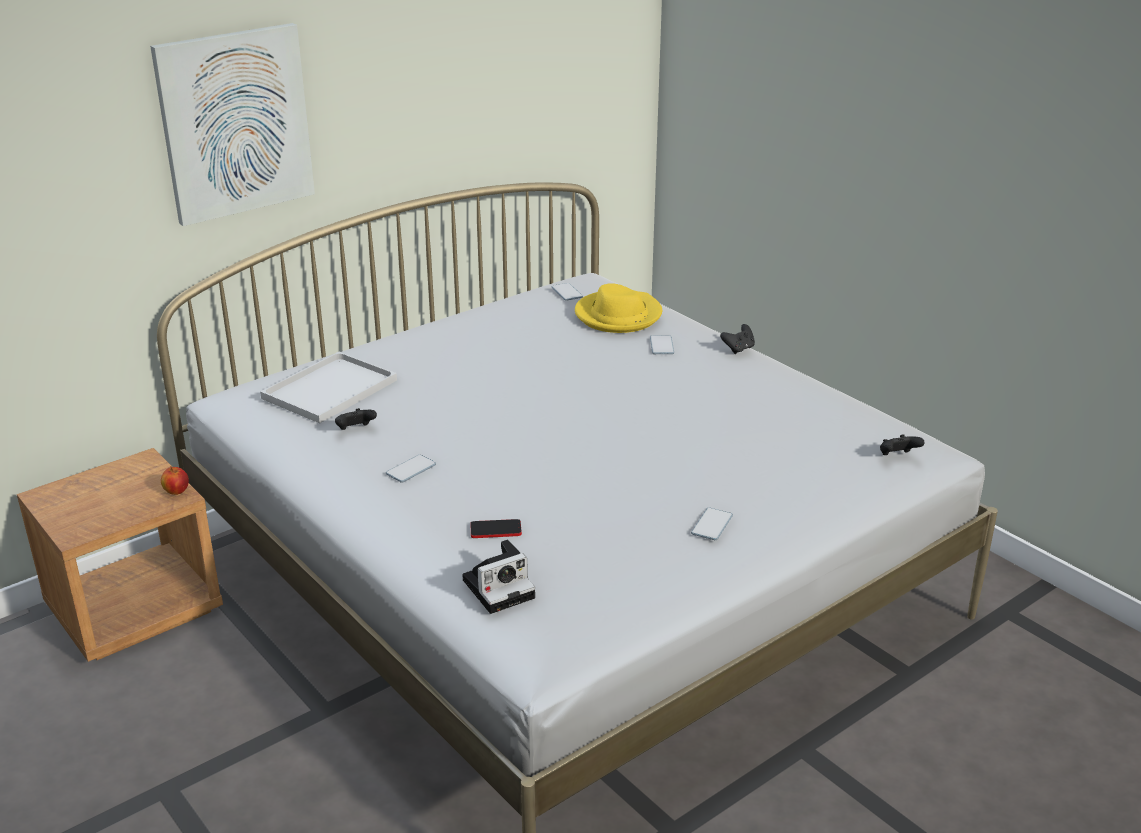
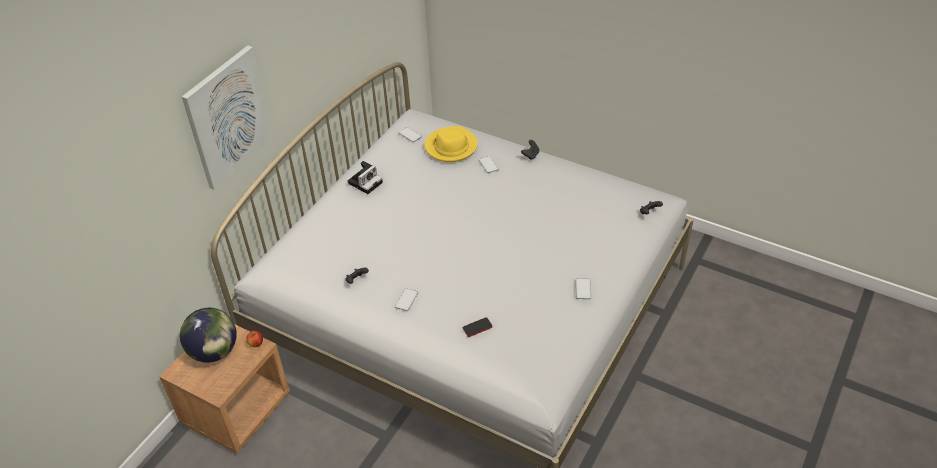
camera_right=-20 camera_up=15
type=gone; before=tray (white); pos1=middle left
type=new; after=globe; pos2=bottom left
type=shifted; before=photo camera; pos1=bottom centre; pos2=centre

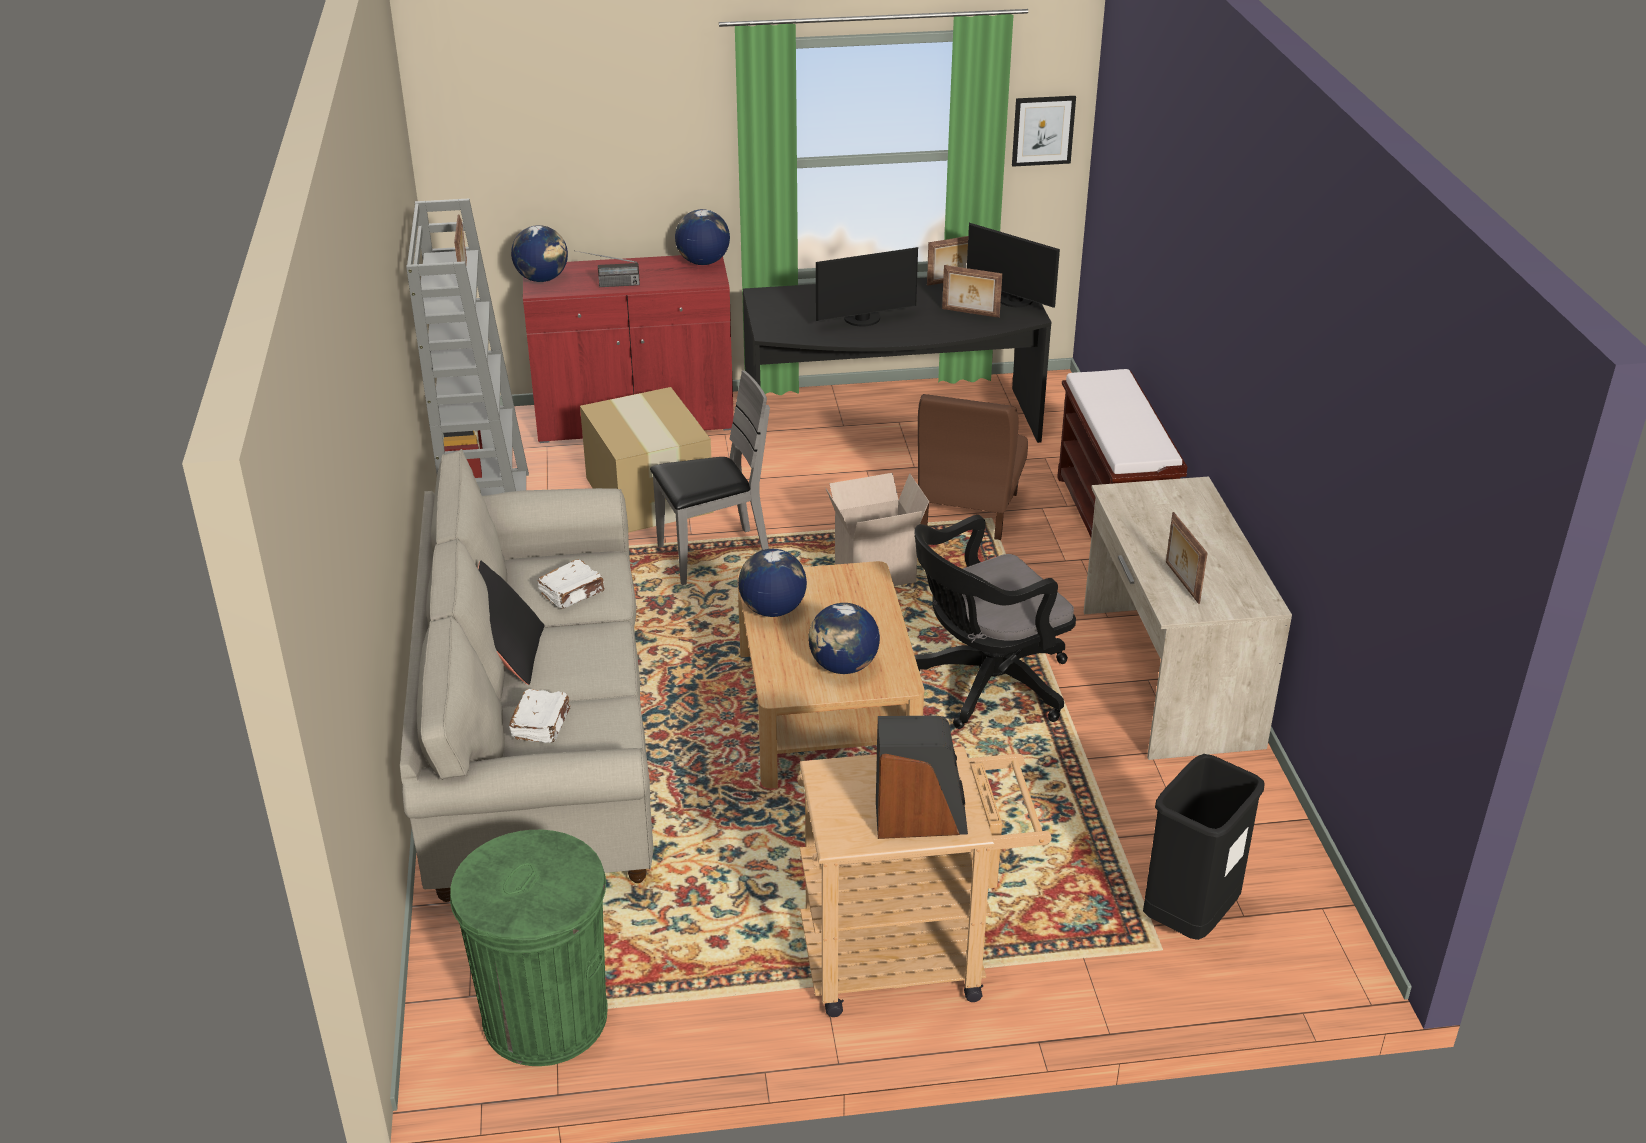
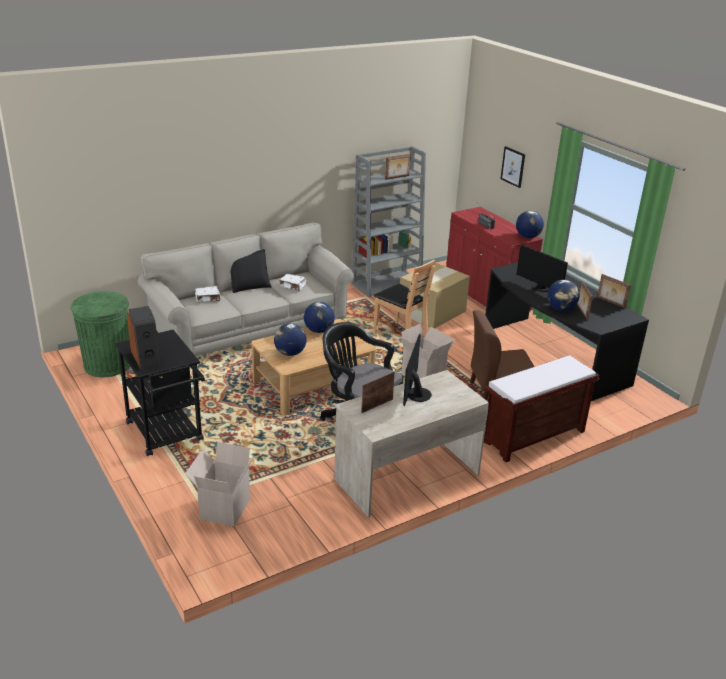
camera_right=65 camera_up=-5
type=shifted; before=globe (no. 1 from left in the first image); after=globe (no. 4 from left); pos1=top left; pos2=middle right
type=shifted; before=monitor (no. 2 from left in the first image); after=monitor (no. 1 from left); pos1=top centre; pos2=centre
type=shifted; before=picture; pos1=top centre; pos2=top right
type=swapped; before=trash can (black); after=cardboard box (no. 1 from left); pos1=bottom right; pos2=bottom left
type=repainted; before=chair (grey); after=chair (brown) (no. 1 from left); pos1=centre; pos2=centre
type=repainted; before=cart (beige); after=cart (black); pos1=bottom centre; pos2=middle left

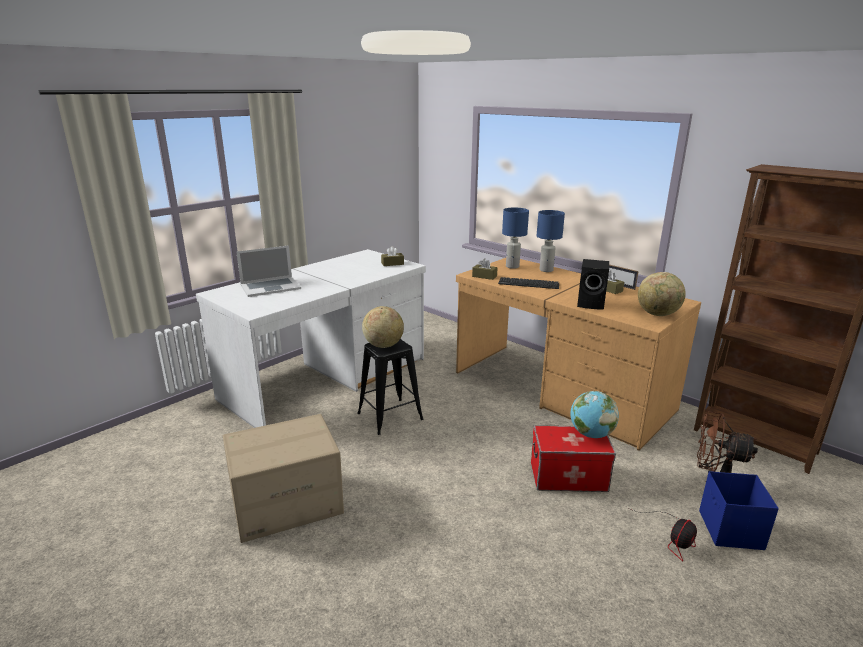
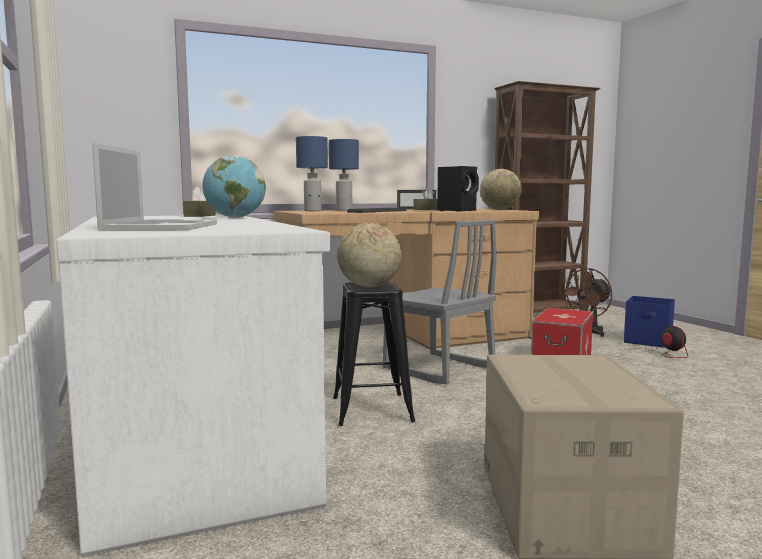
camera_right=-65 camera_up=-15
type=gone; before=tissue box (brown) (no. 2 from left); pos1=centre
type=new; after=chair (grey); pos2=centre
type=shifted; before=globe (no. 2 from left in the first image); after=globe (no. 1 from left); pos1=middle right; pos2=top left

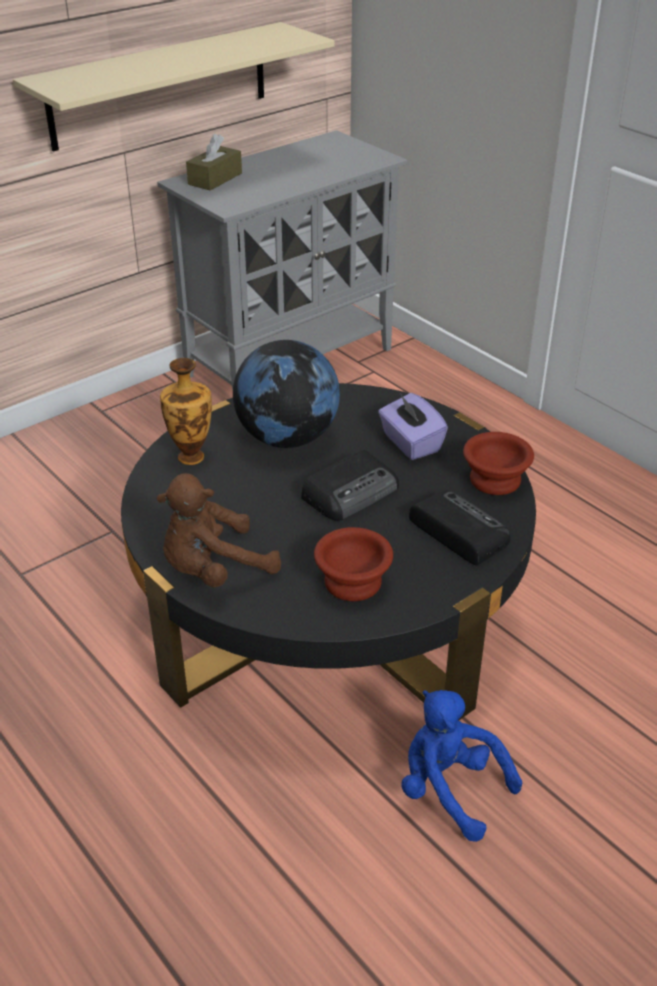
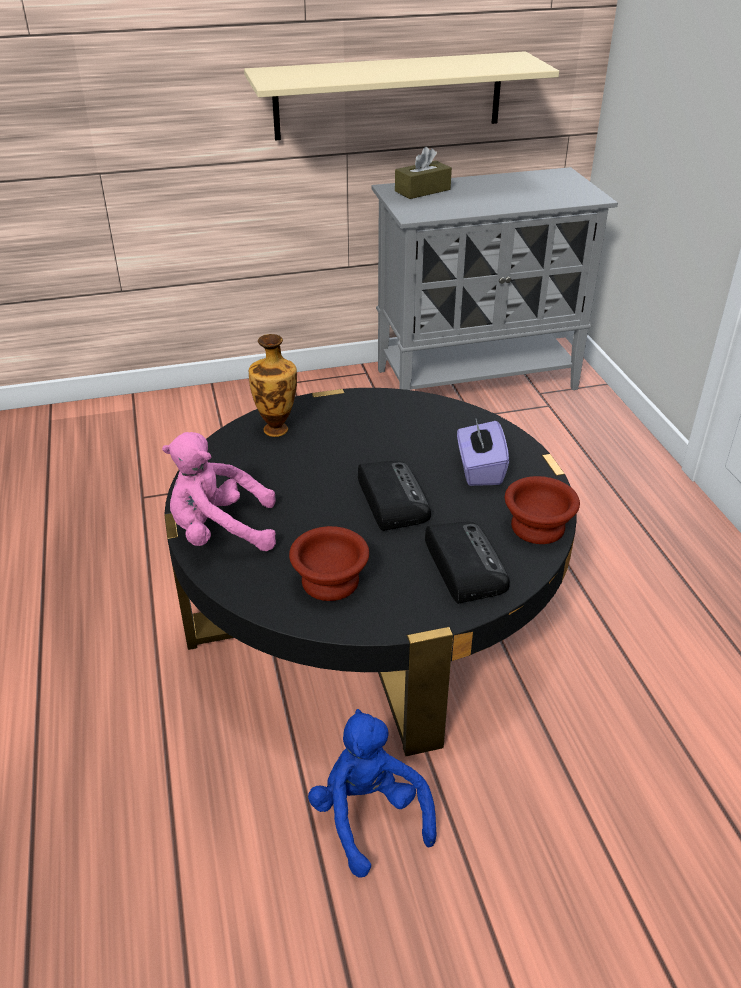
camera_right=25 camera_up=0
type=gone; before=globe; pos1=centre
type=repainted; before=plush toy (brown); after=plush toy (pink); pos1=middle left; pos2=middle left
type=rotated; before=radio (no. 1 from left); pos1=centre; pos2=centre; turn=-90

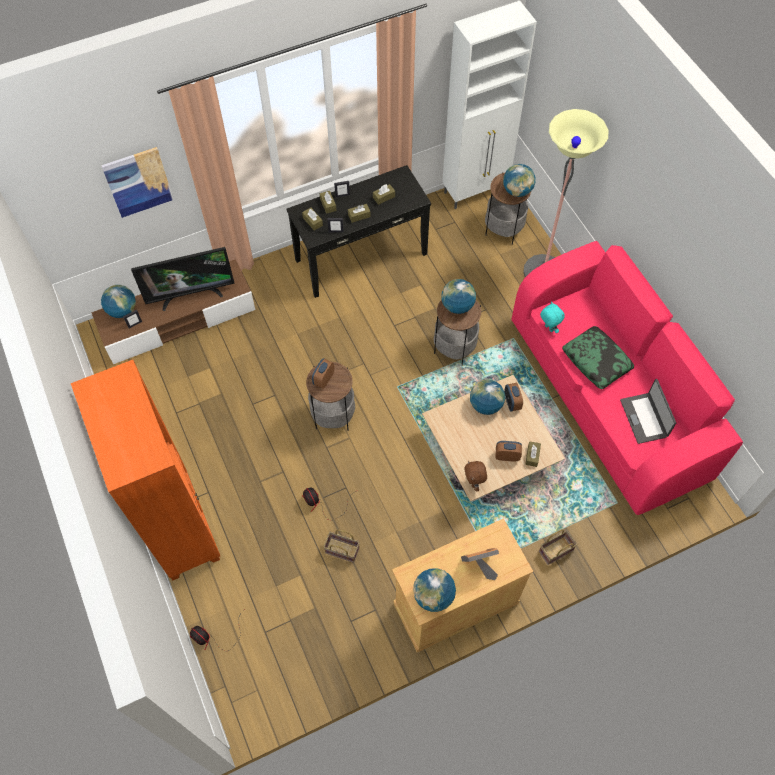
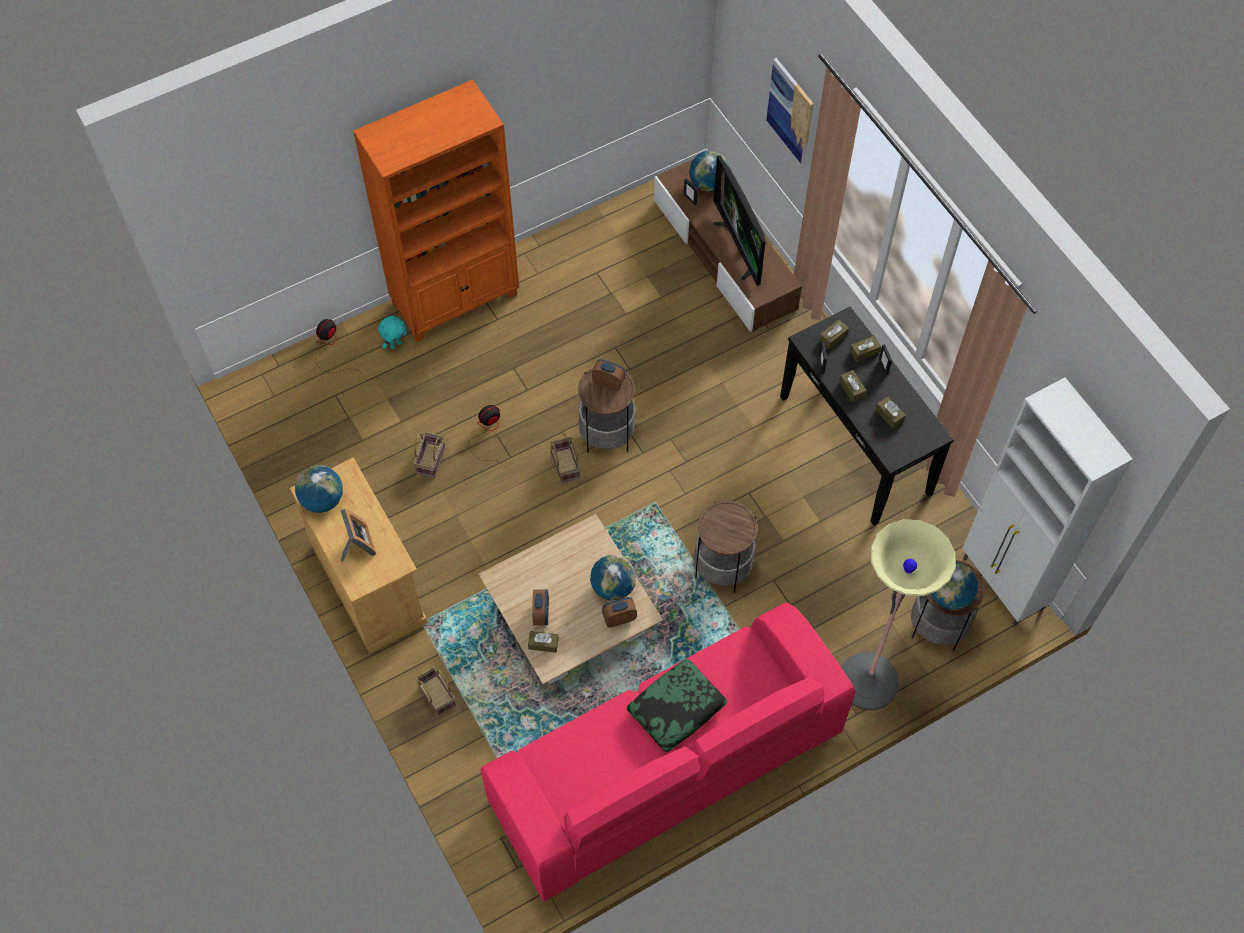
camera_right=85 camera_up=0
type=gone; before=globe (no. 3 from left); pos1=centre
type=gone; before=plush toy (brown); pos1=centre
type=gone; before=laptop; pos1=middle right
type=new; after=basket (no. 3 from left); pos2=centre
type=shifted; before=plush toy (turquoise); pos1=middle right; pos2=middle left

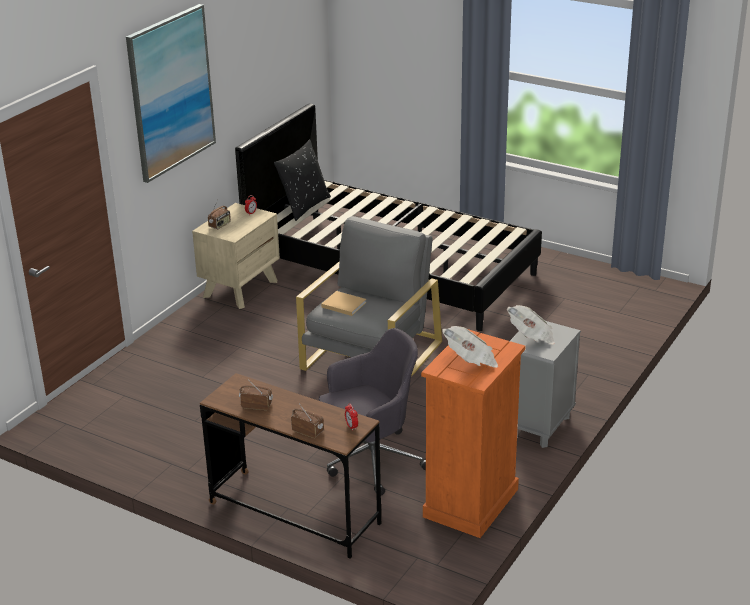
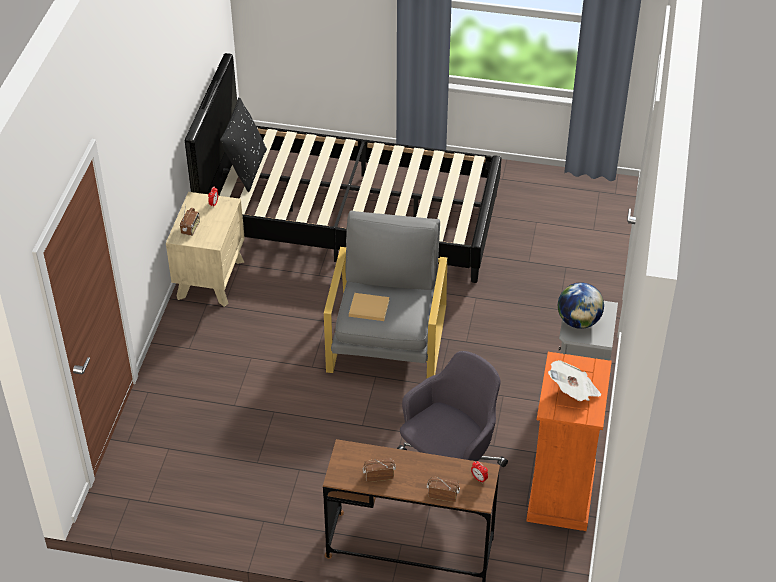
camera_right=-20 camera_up=15
type=gone; before=picture; pos1=top left
type=swapped; before=newspaper (no. 2 from left); after=globe; pos1=middle right; pos2=middle right

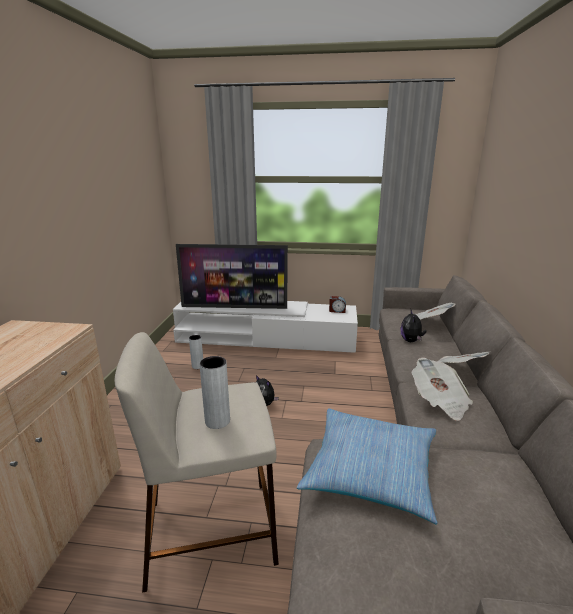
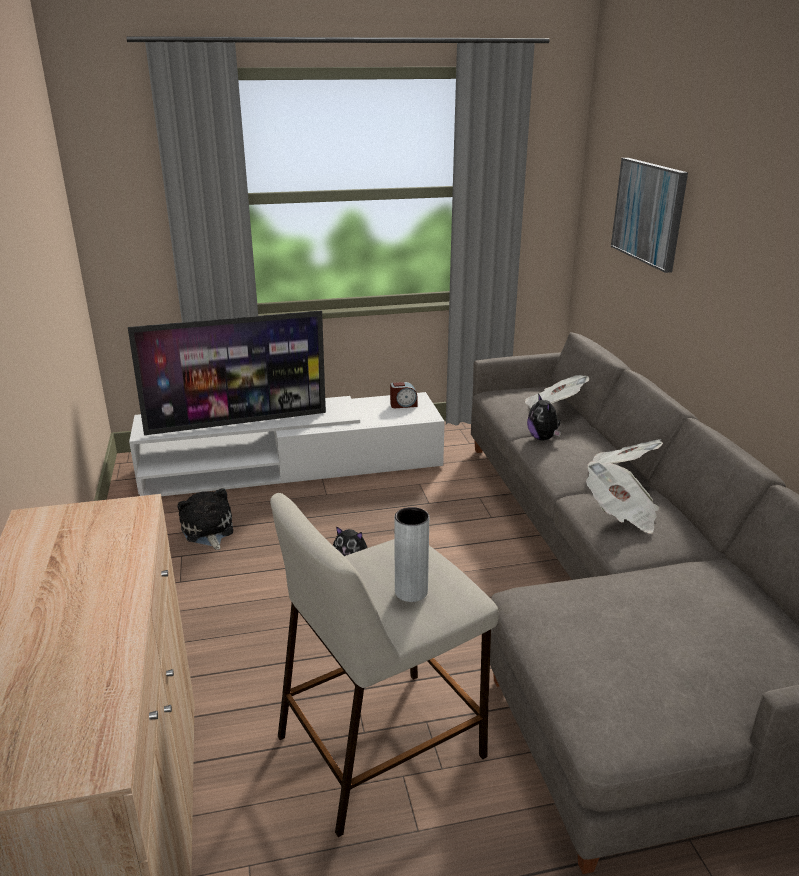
camera_right=-20 camera_up=5
type=gone; before=pillow; pos1=bottom centre
type=new; after=picture; pos2=top right
type=swapped; before=vase (grey) (no. 1 from left); after=plush toy (no. 1 from left); pos1=centre; pos2=middle left

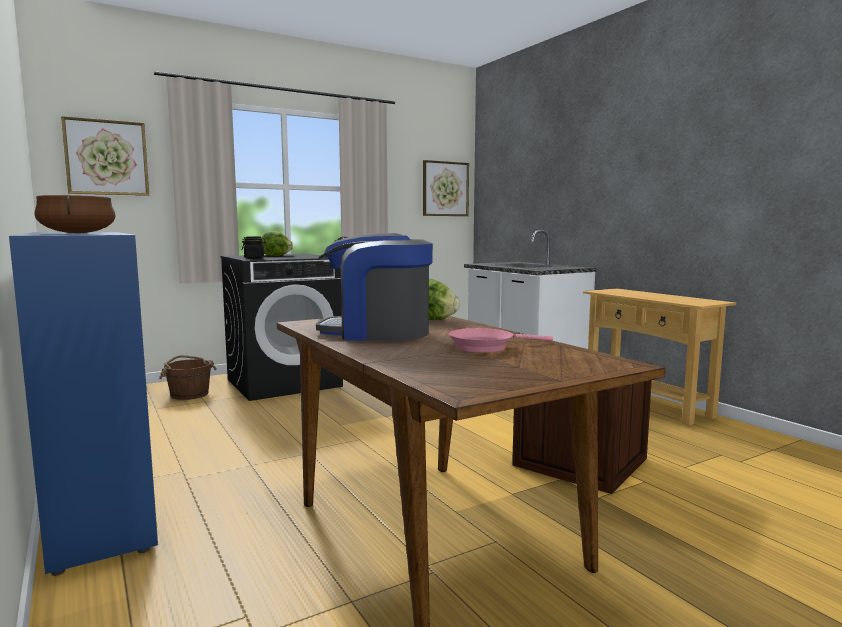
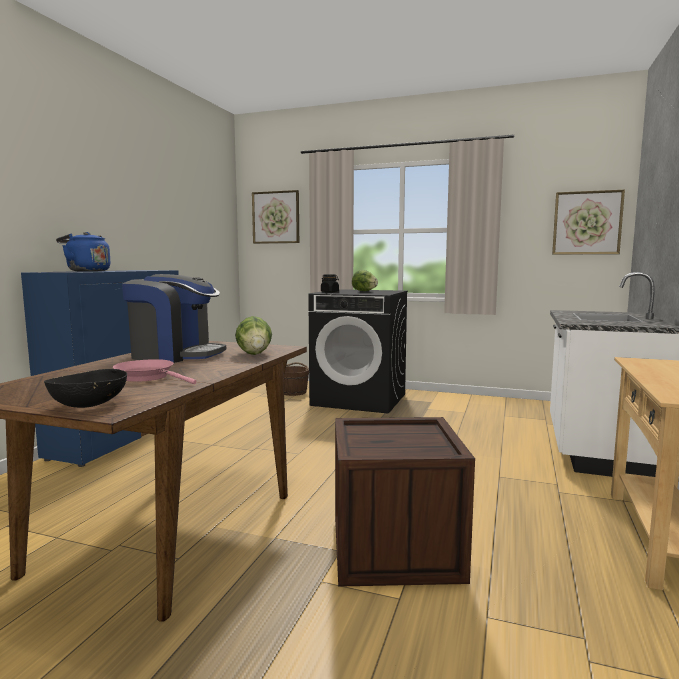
camera_right=50 camera_up=0
type=new; after=bowl (black); pos2=middle left
type=swapped; before=cooking pot (brown); after=kettle (blue); pos1=middle left; pos2=middle left
type=rotated; before=coffee machine; pos1=centre; pos2=middle left; turn=135

